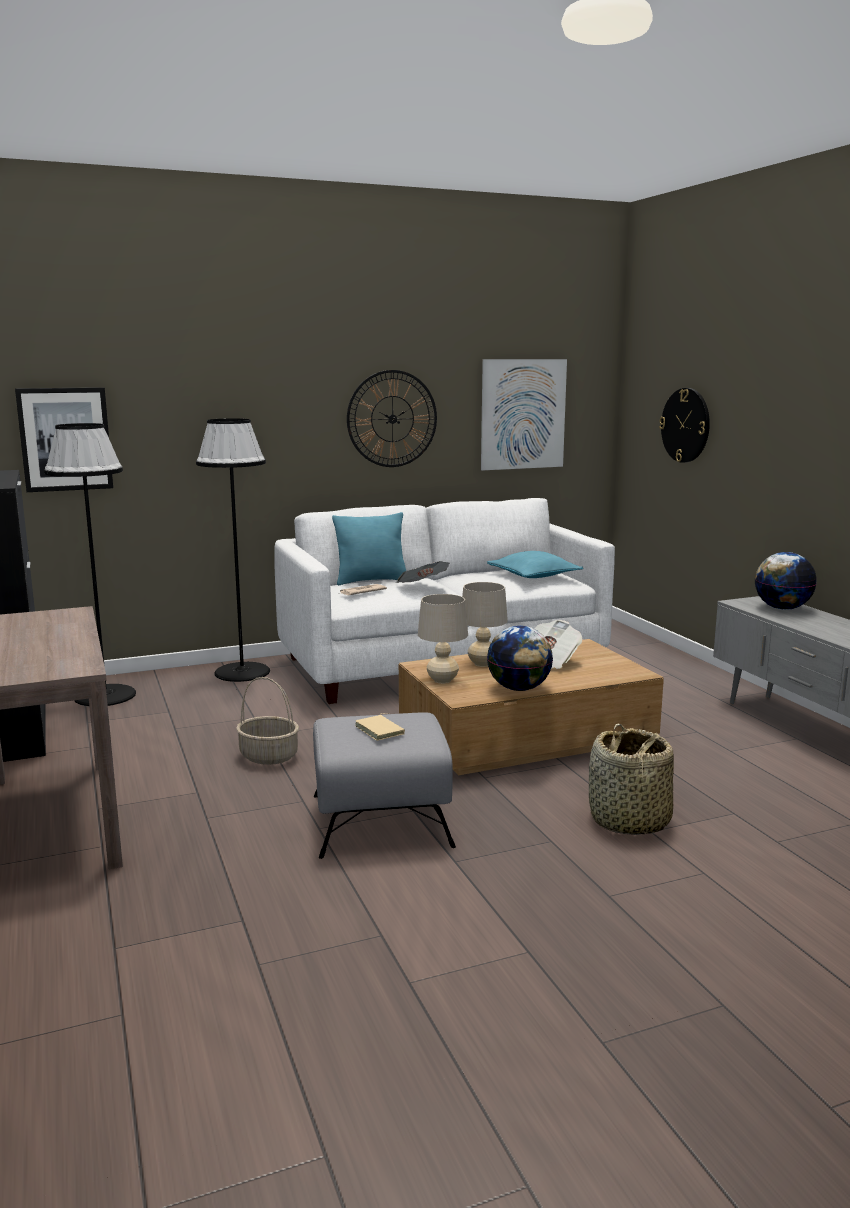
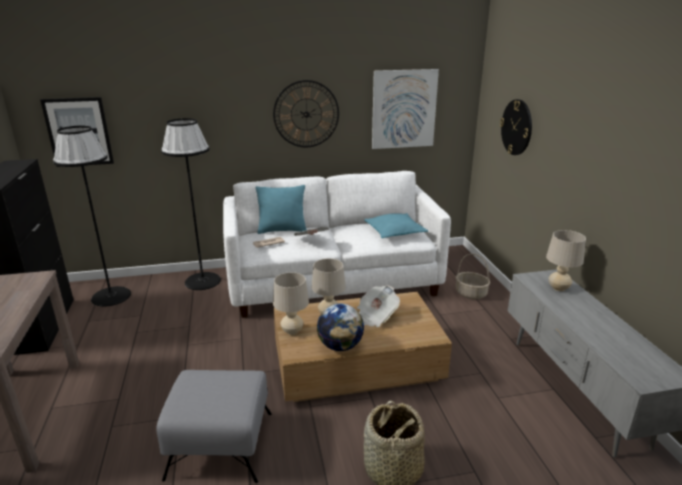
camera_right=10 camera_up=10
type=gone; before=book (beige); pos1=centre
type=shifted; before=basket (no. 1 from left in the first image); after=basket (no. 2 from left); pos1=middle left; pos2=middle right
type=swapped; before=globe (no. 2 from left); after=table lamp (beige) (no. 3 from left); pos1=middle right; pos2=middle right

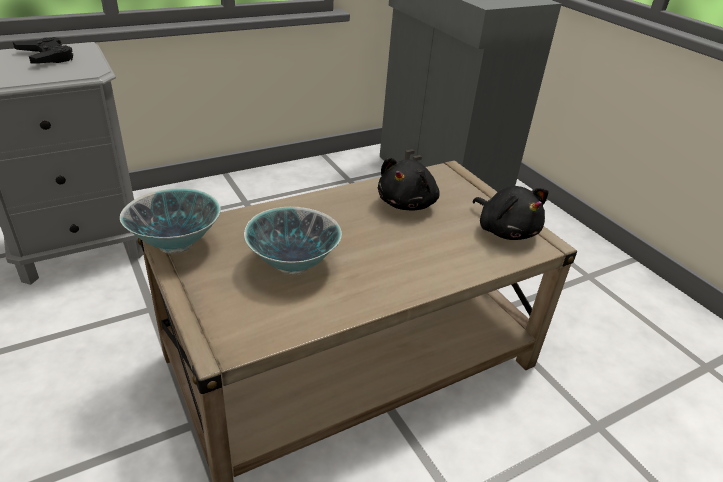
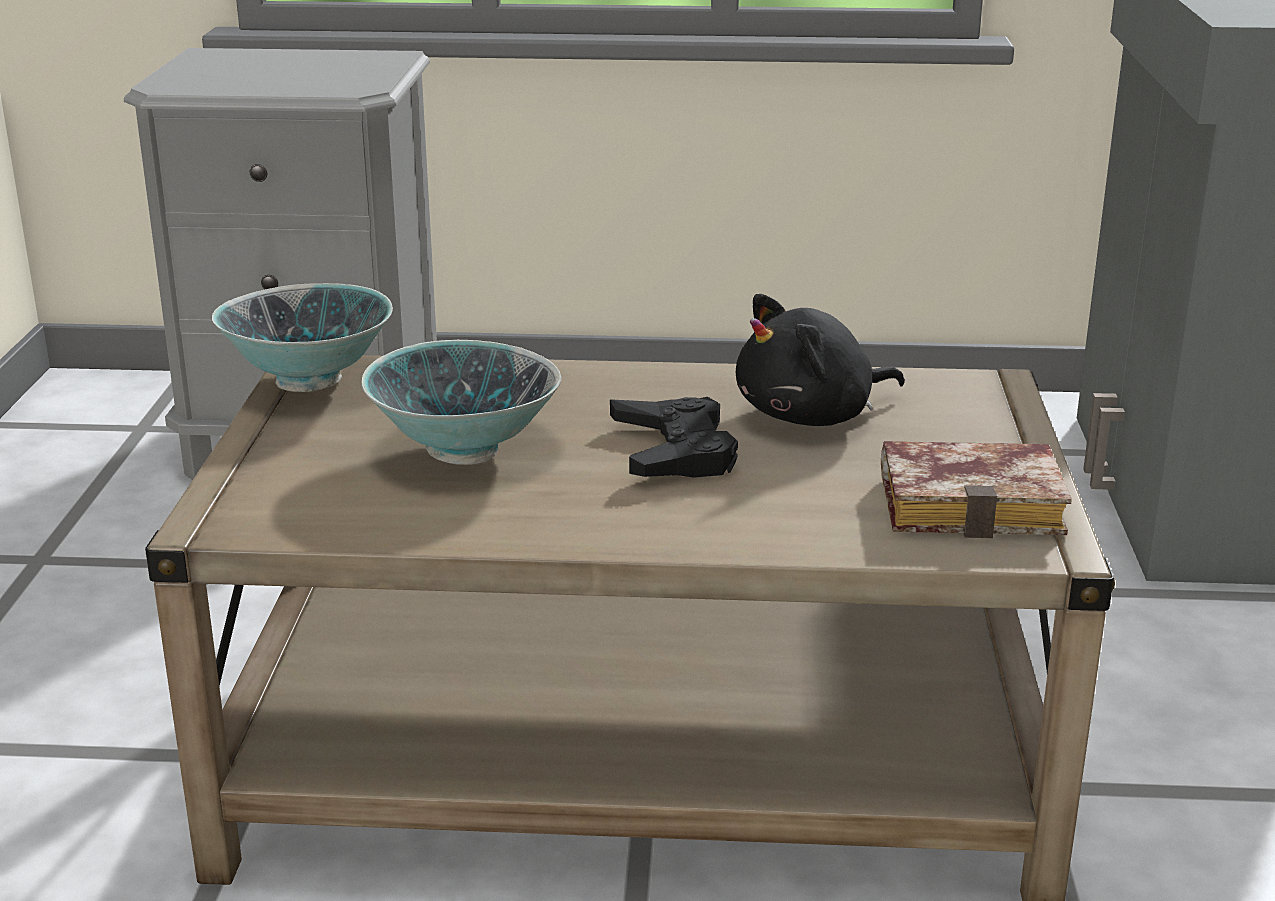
camera_right=35 camera_up=-10
type=shifted; before=game controller (black); pos1=top left; pos2=centre
type=swapped; before=plush toy (black) (no. 2 from left); after=book; pos1=middle right; pos2=middle right

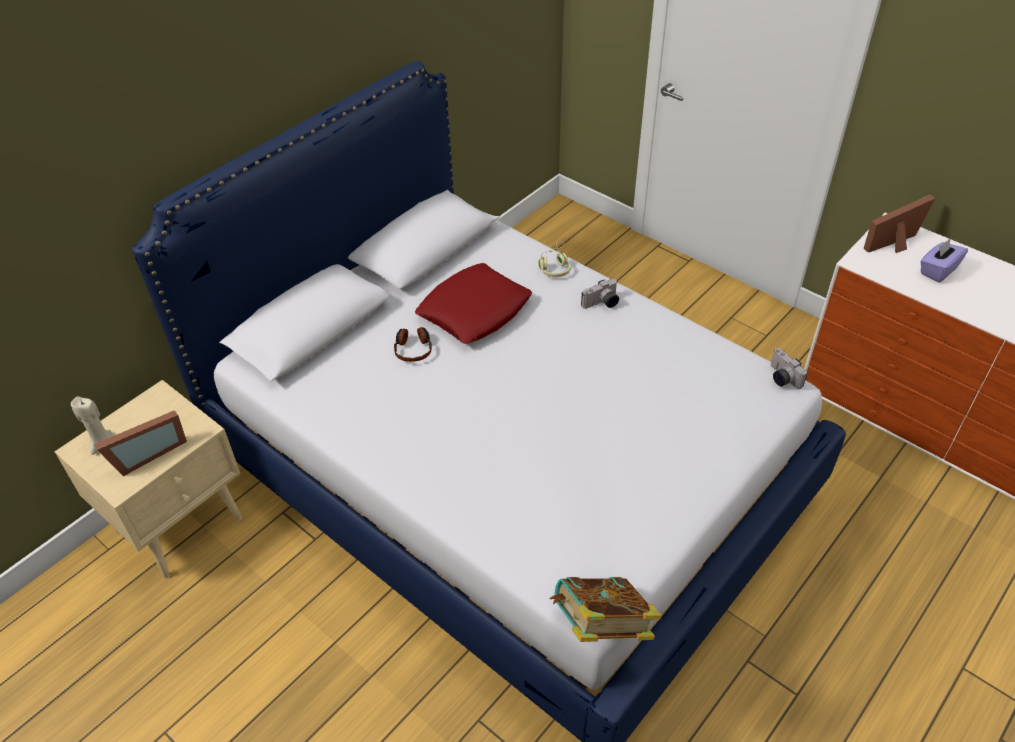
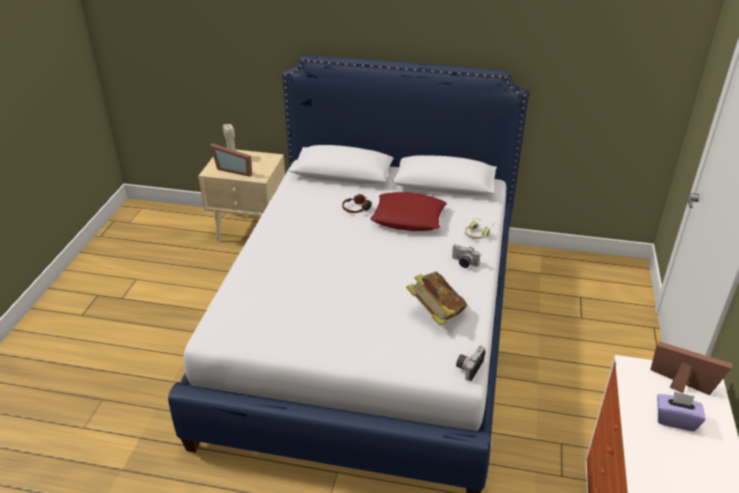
camera_right=60 camera_up=-10
type=shifted; before=book; pos1=bottom centre; pos2=centre

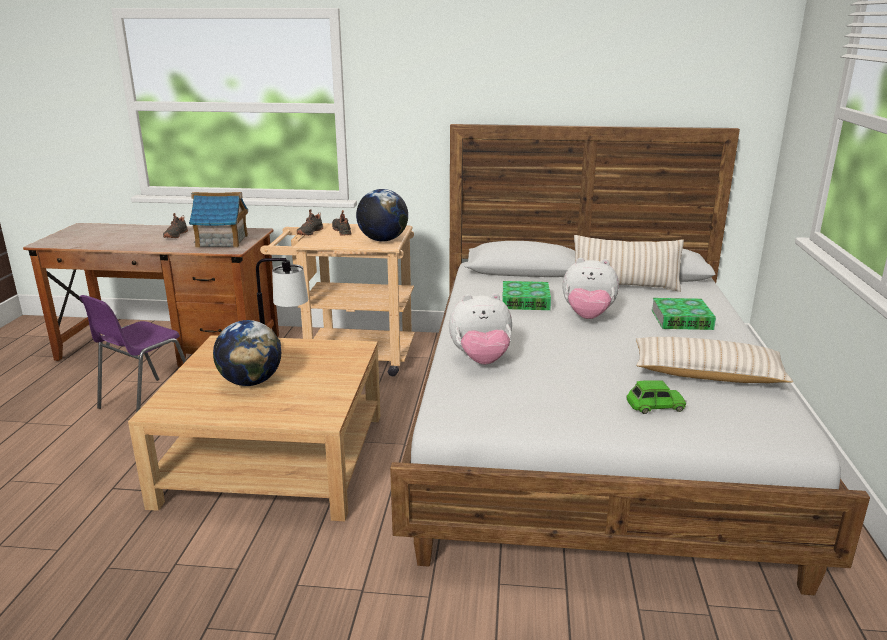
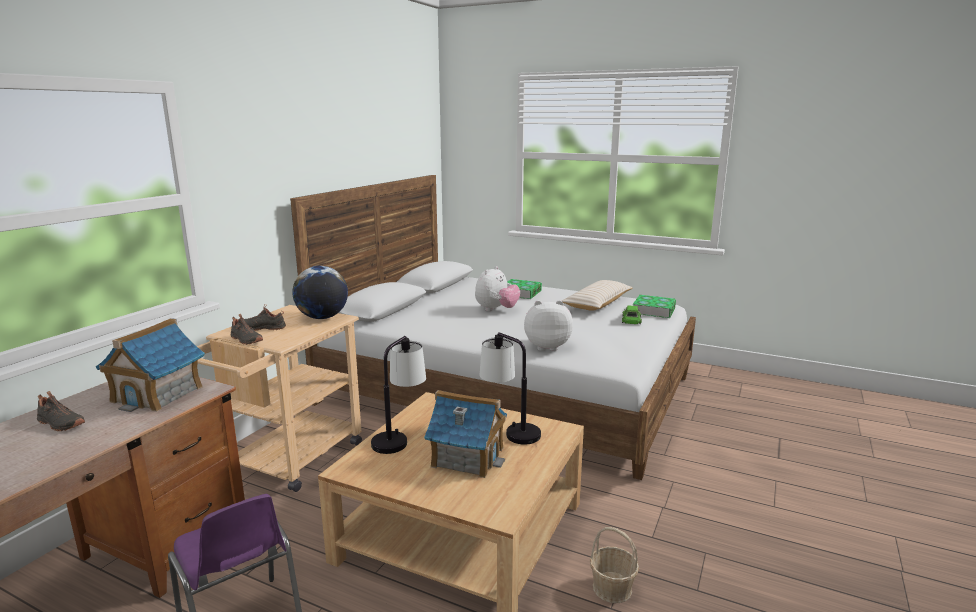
camera_right=-70 camera_up=-5
type=gone; before=pillow (beige) (no. 1 from left); pos1=middle right
type=new; after=table lamp (no. 2 from left); pos2=centre
type=new; after=basket; pos2=bottom centre
type=shifted; before=book (no. 1 from left in the first image); after=book (no. 2 from left); pos1=centre; pos2=middle right
type=swapped; before=globe (no. 1 from left); after=toy house (no. 2 from left); pos1=middle left; pos2=bottom centre
type=rotated; before=plush toy (no. 1 from left in the first image); pos1=centre; pos2=centre; turn=-105

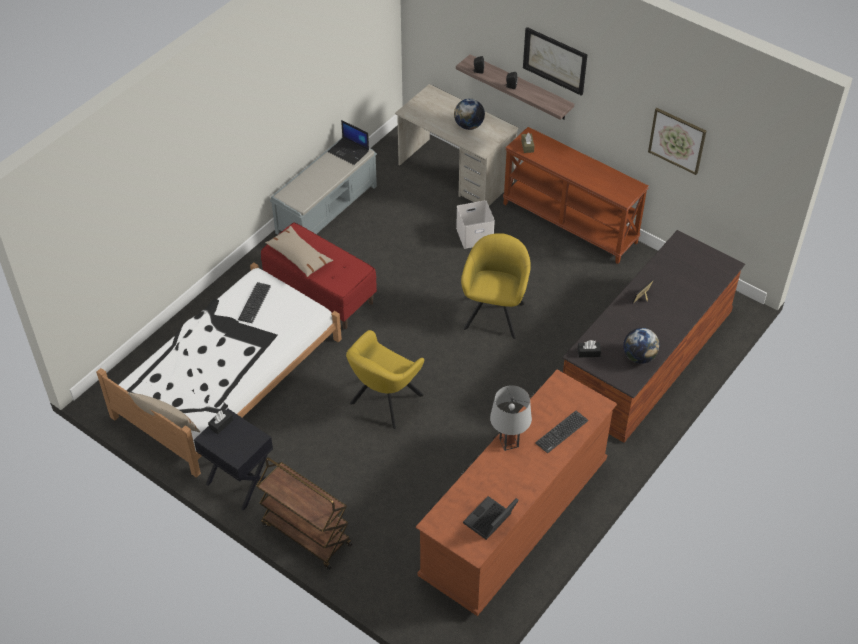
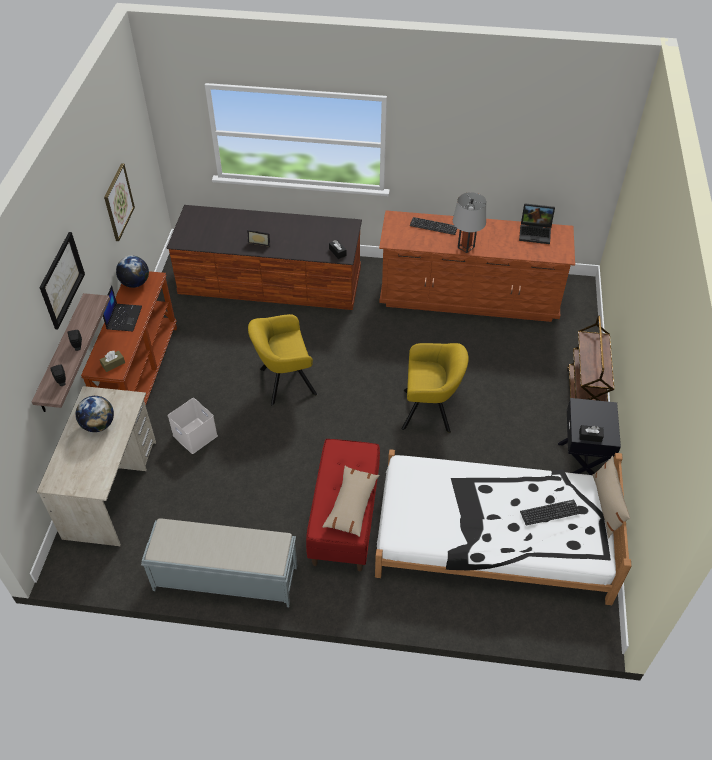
camera_right=-120 camera_up=0
type=shifted; before=keyboard (no. 1 from left in the first image); after=keyboard (no. 2 from left); pos1=middle left; pos2=bottom right
type=shifted; before=laptop (no. 1 from left); pos1=top centre; pos2=middle left
type=shifted; before=globe (no. 2 from left); pos1=middle right; pos2=middle left

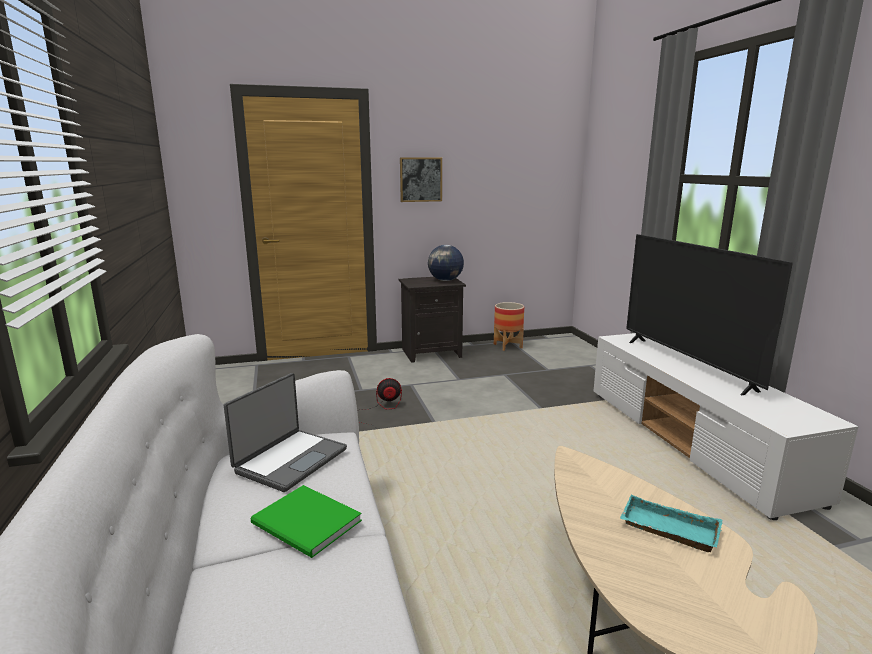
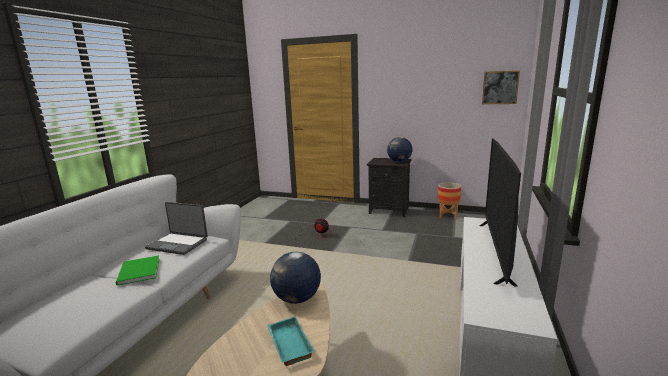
camera_right=35 camera_up=0
type=new; after=globe (no. 1 from left); pos2=bottom centre
type=shifted; before=picture; pos1=top centre; pos2=top right
type=rotated; before=laptop; pos1=middle left; pos2=middle left; turn=45

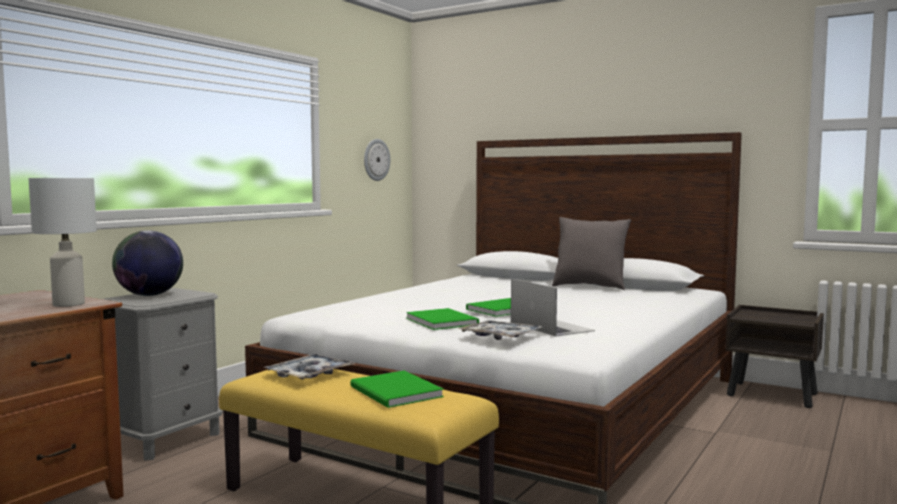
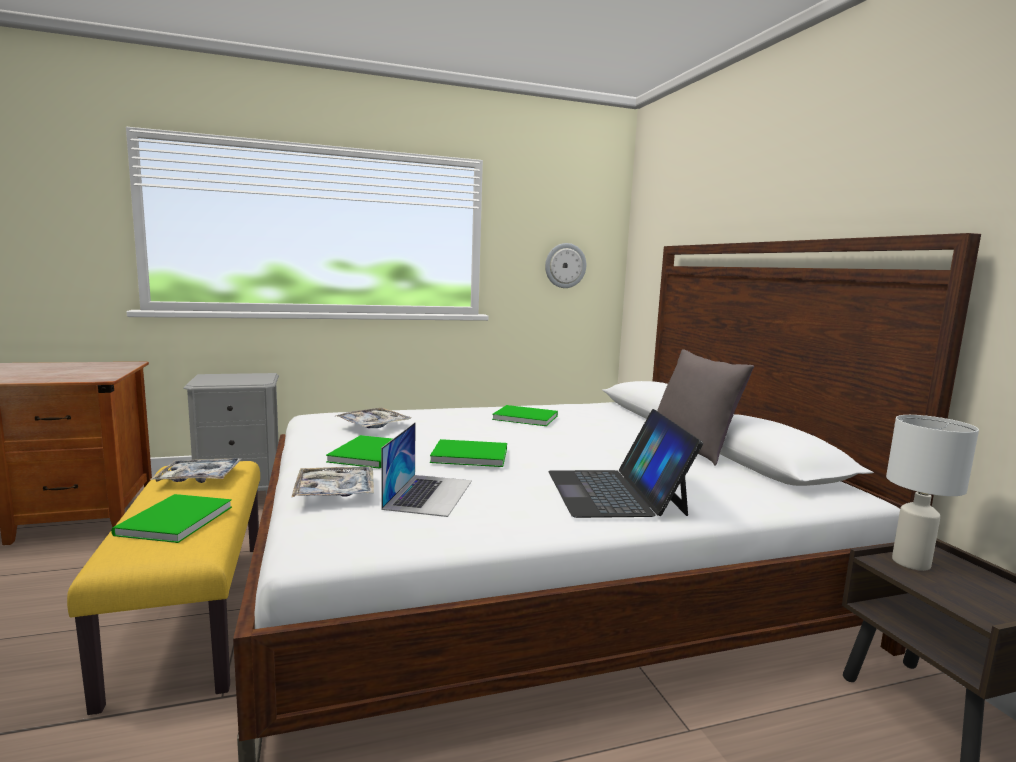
camera_right=40 camera_up=5
type=gone; before=globe; pos1=middle left
type=new; after=tray (no. 3 from left); pos2=centre
type=new; after=book (green) (no. 4 from left); pos2=centre
type=new; after=laptop (no. 2 from left); pos2=centre
type=shifted; before=table lamp (white); pos1=middle left; pos2=middle right

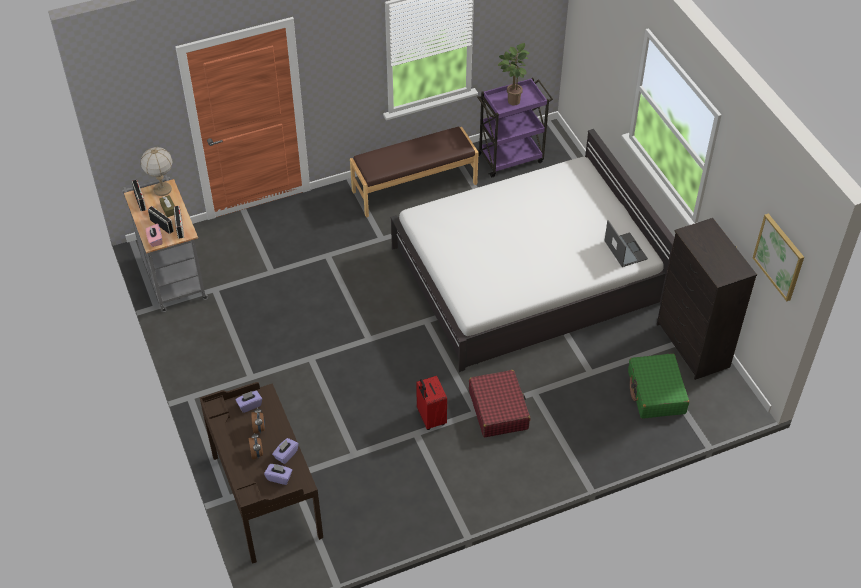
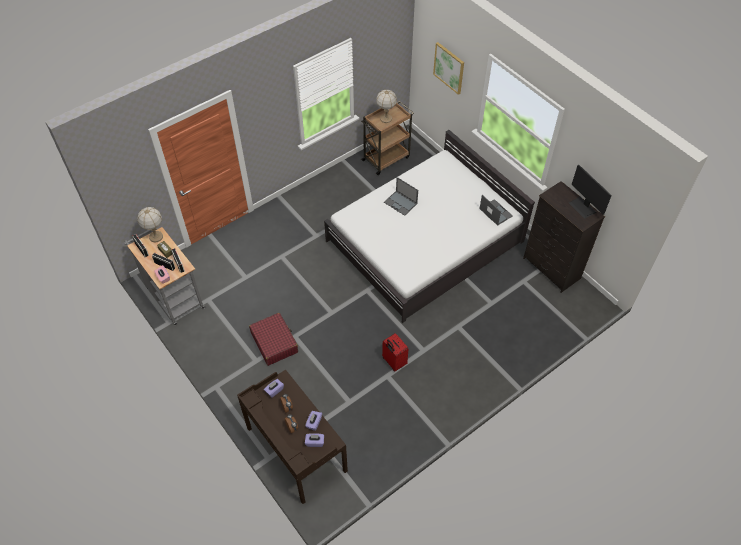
camera_right=-15 camera_up=5
type=gone; before=bench (brown); pos1=top centre
type=gone; before=suitcase (green); pos1=middle right
type=new; after=laptop (no. 1 from left); pos2=centre
type=new; after=monitor; pos2=middle right
type=shifted; before=suitcase (red) (no. 2 from left in the first image); after=suitcase (red) (no. 1 from left); pos1=bottom centre; pos2=centre
type=shifted; before=picture; pos1=middle right; pos2=top centre
type=swapped; before=potted plant; after=table lamp (no. 2 from left); pos1=top centre; pos2=top centre
type=repainted; before=cart (purple); after=cart (brown); pos1=top centre; pos2=top centre

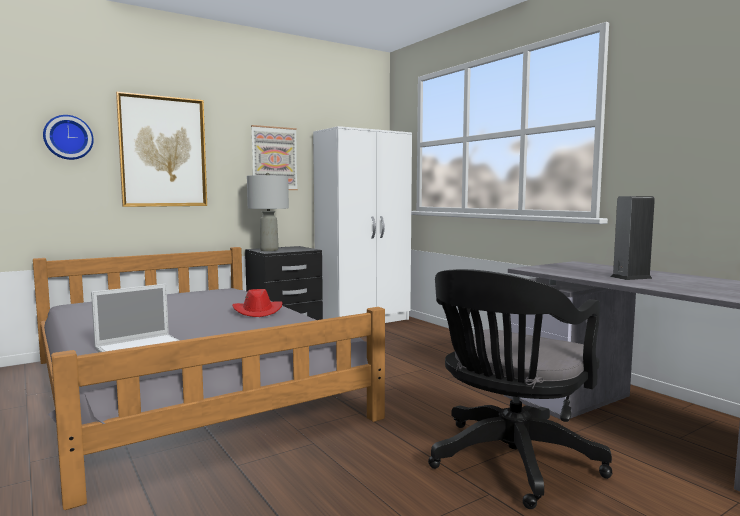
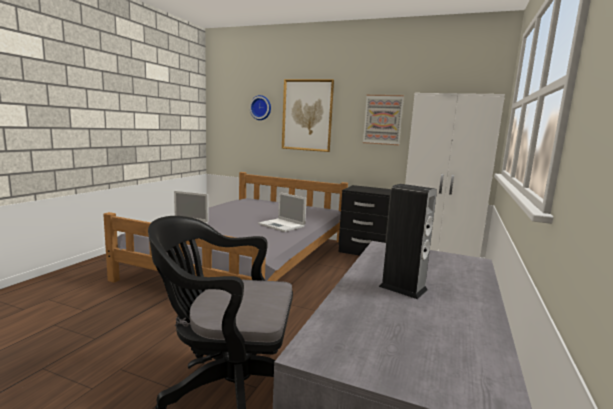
camera_right=55 camera_up=5
type=gone; before=table lamp (grey); pos1=centre
type=swapped; before=hat (red); after=laptop (no. 2 from left); pos1=centre; pos2=centre

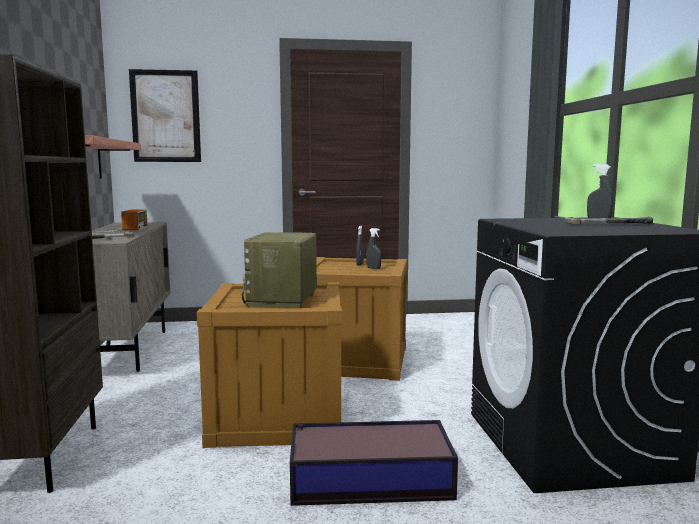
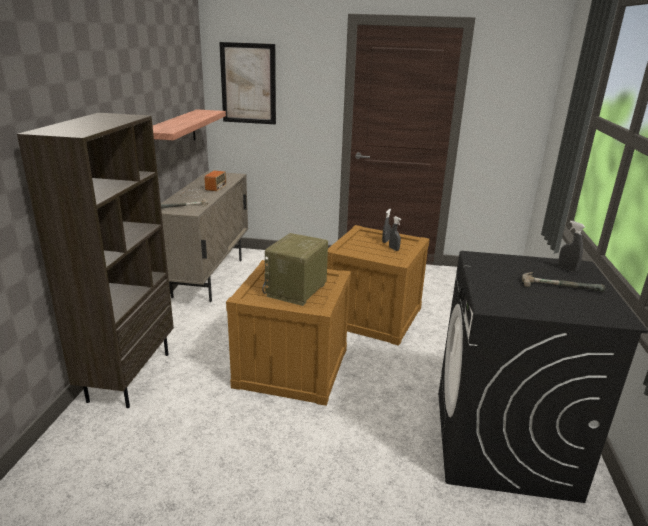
camera_right=15 camera_up=15
type=gone; before=storage box; pos1=bottom centre

